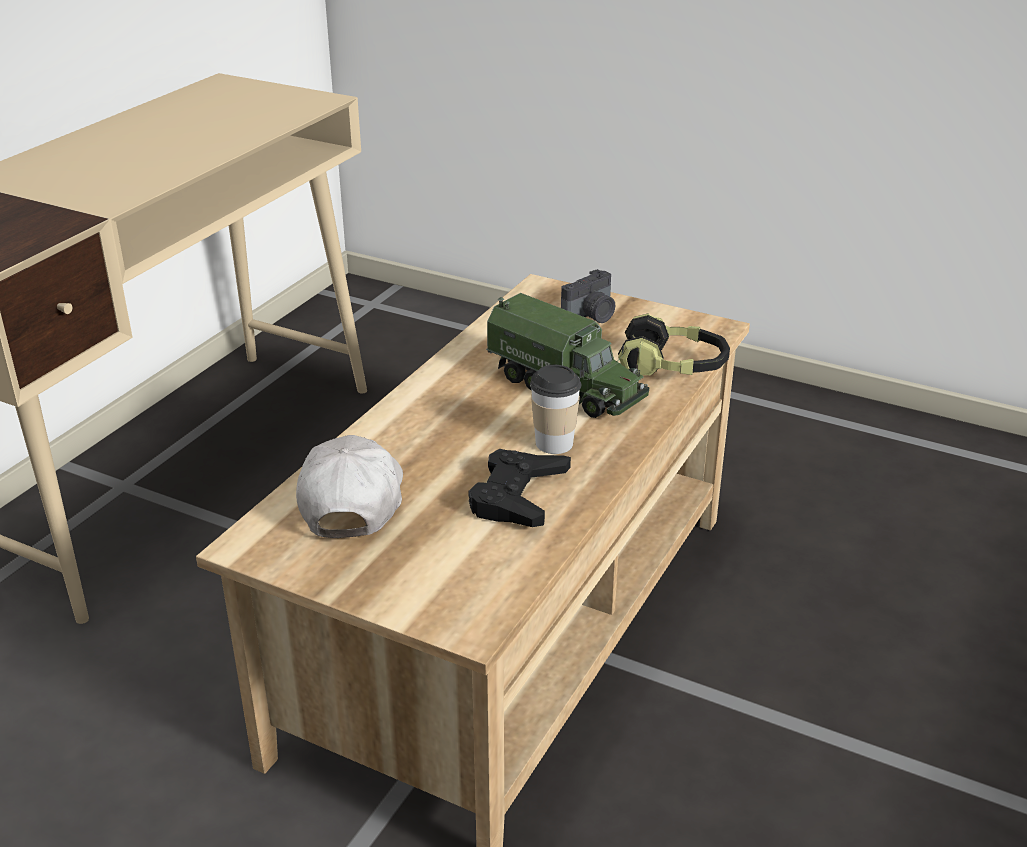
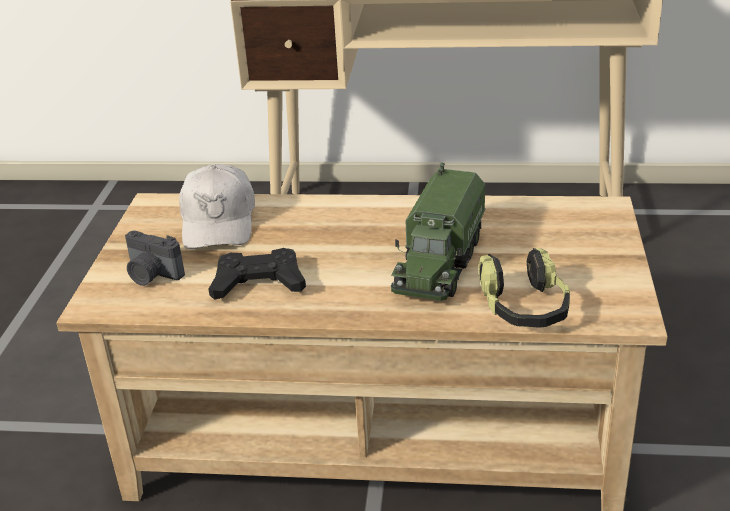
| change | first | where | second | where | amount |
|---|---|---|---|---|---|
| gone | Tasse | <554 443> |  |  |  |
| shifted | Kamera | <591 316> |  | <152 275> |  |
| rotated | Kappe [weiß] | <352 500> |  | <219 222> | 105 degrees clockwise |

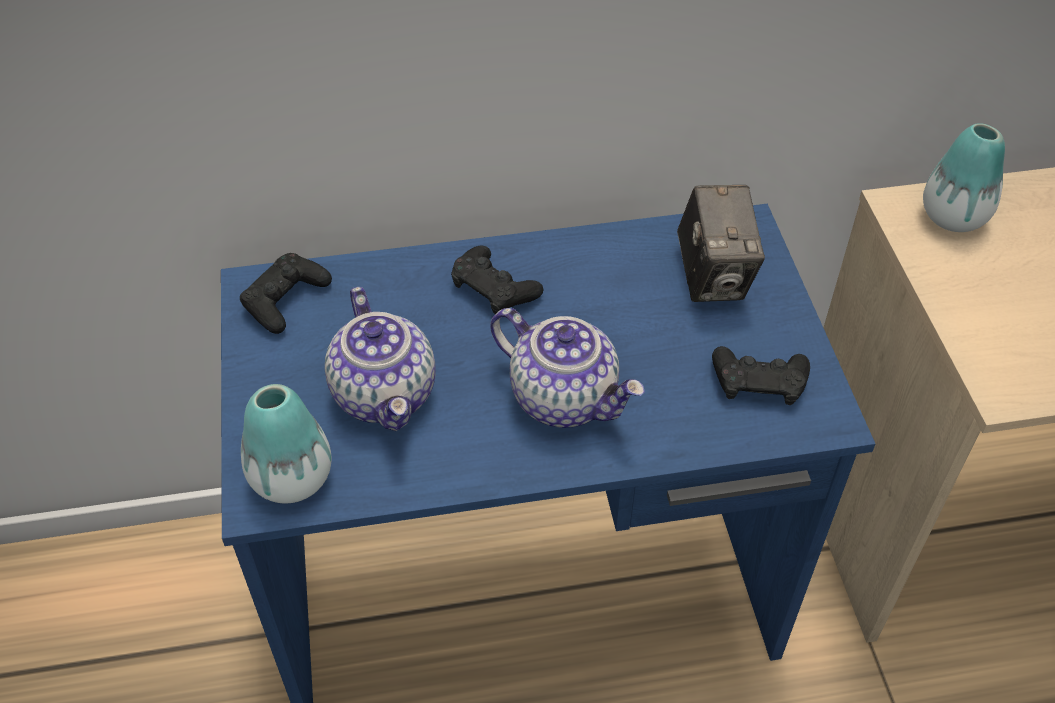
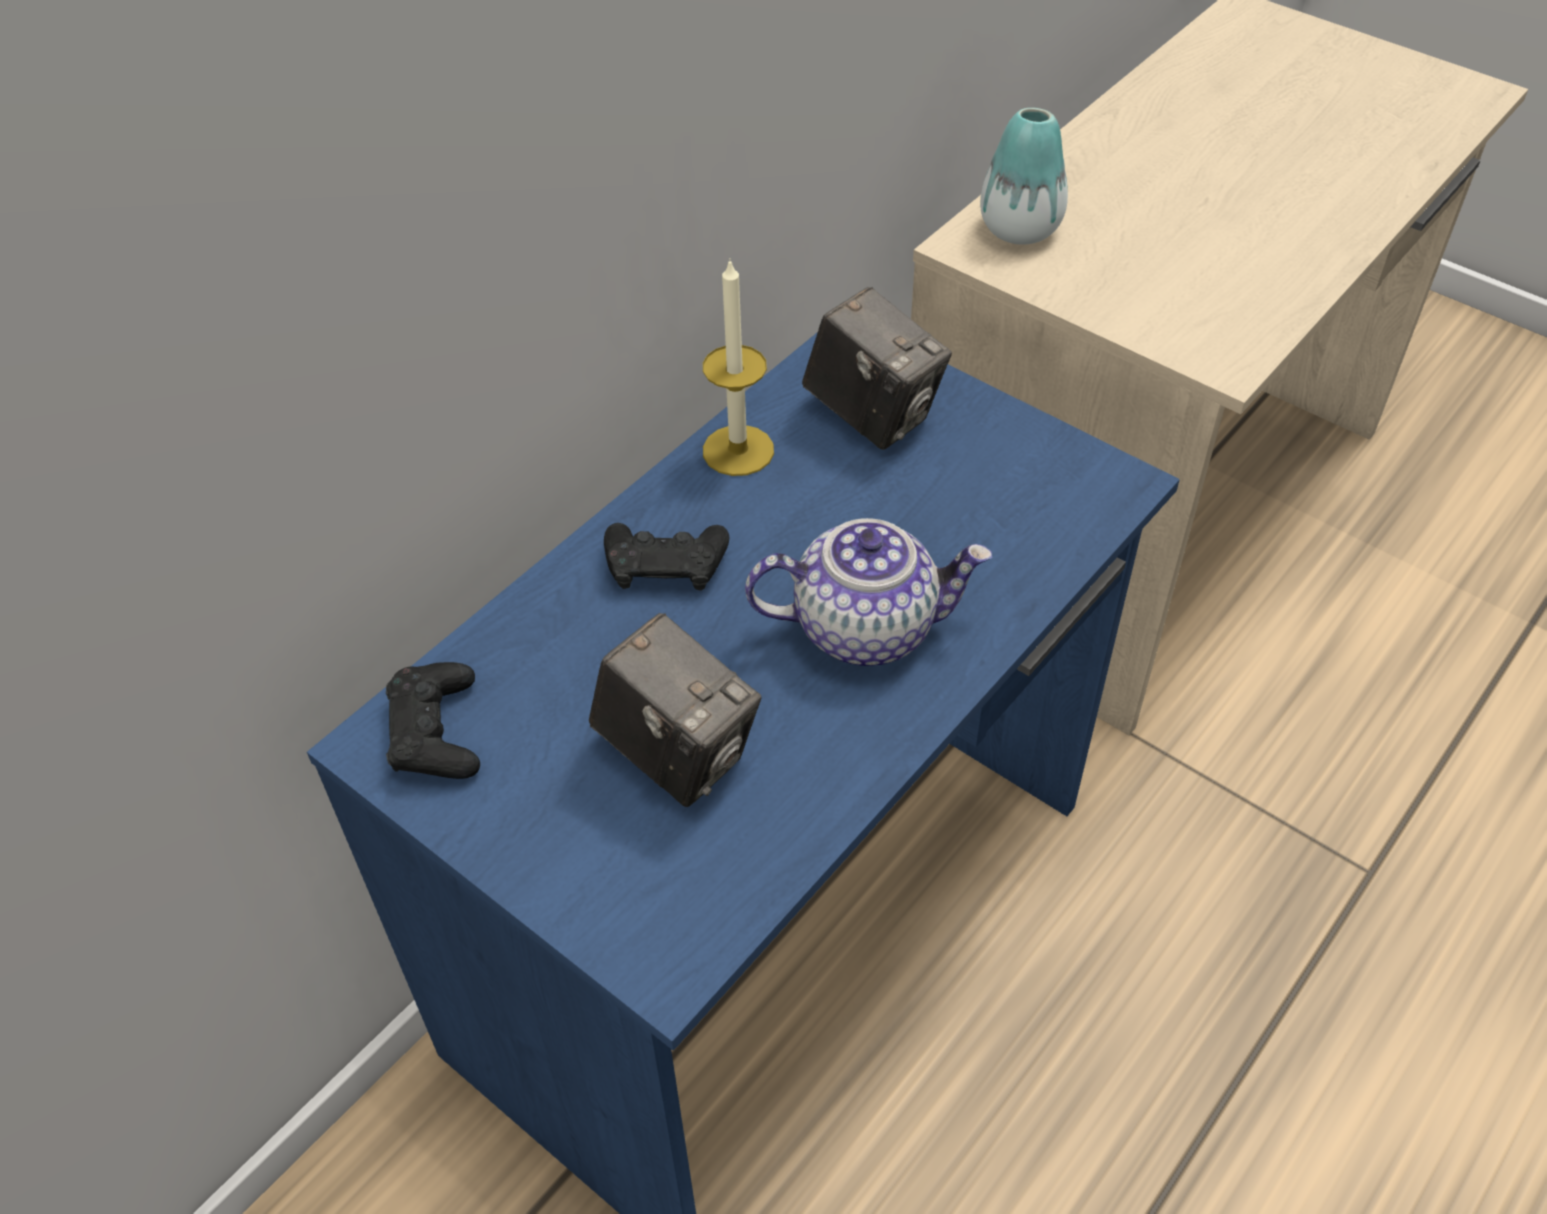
| change | first | where | second | where | amount |
|---|---|---|---|---|---|
| gone | Vase | <292 478> |  |  |  |
| gone | Gamepad [schwarz] | <759 381> |  |  |  |
| new |  |  | Kerze | <738 450> |  |
| swapped | Teekanne | <386 394> | Kamera | <677 753> |  |

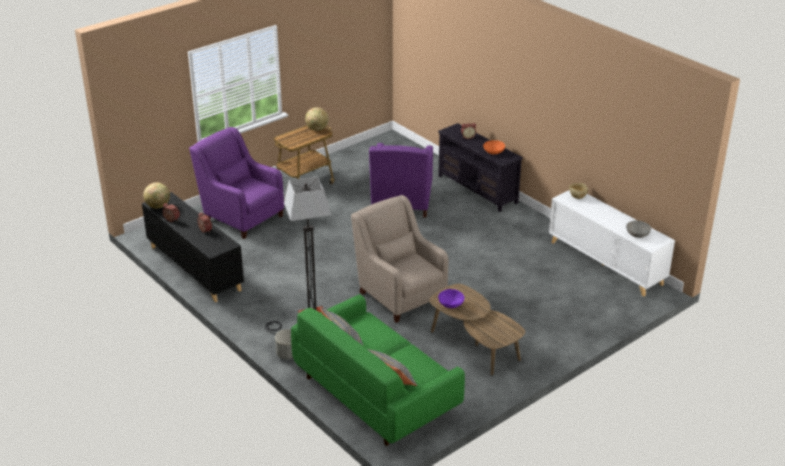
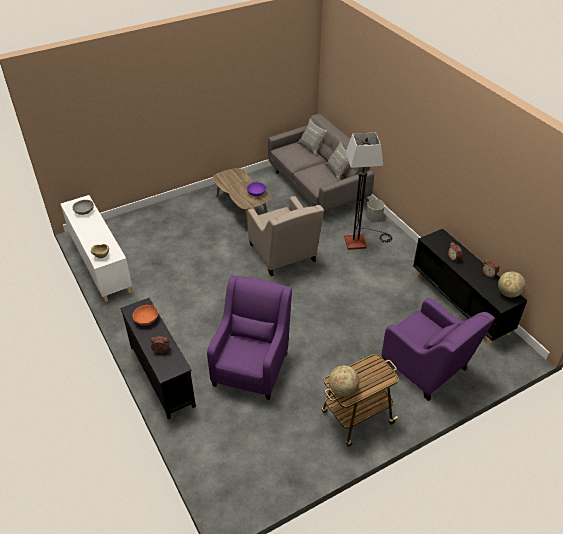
| change | first | where | second | where | amount |
|---|---|---|---|---|---|
| repainted | Sofa [grün] | <376 393> | Sofa [grau] | <317 186> |  |

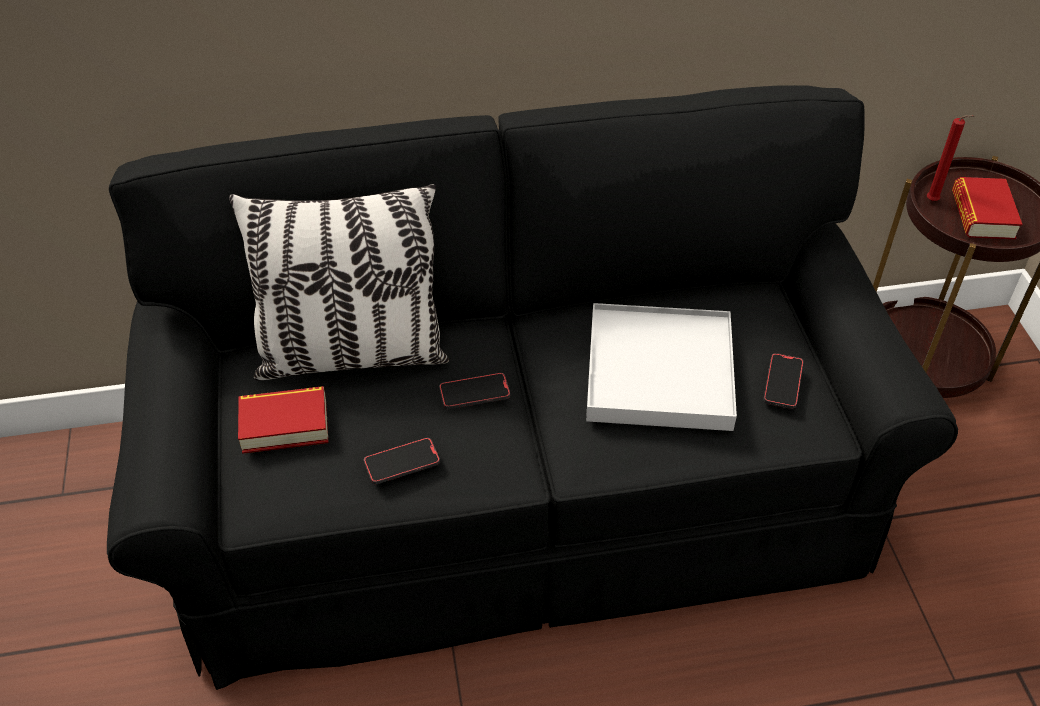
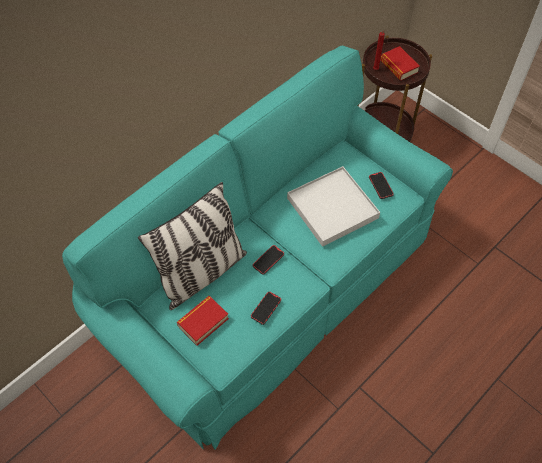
| change | first | where | second | where | amount |
|---|---|---|---|---|---|
| repainted | Sofa [schwarz] | <520 496> | Sofa [türkis] | <270 288> |  |

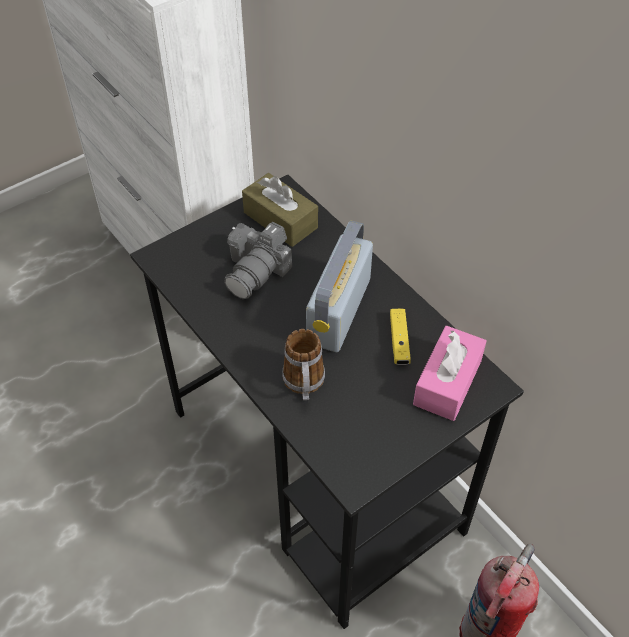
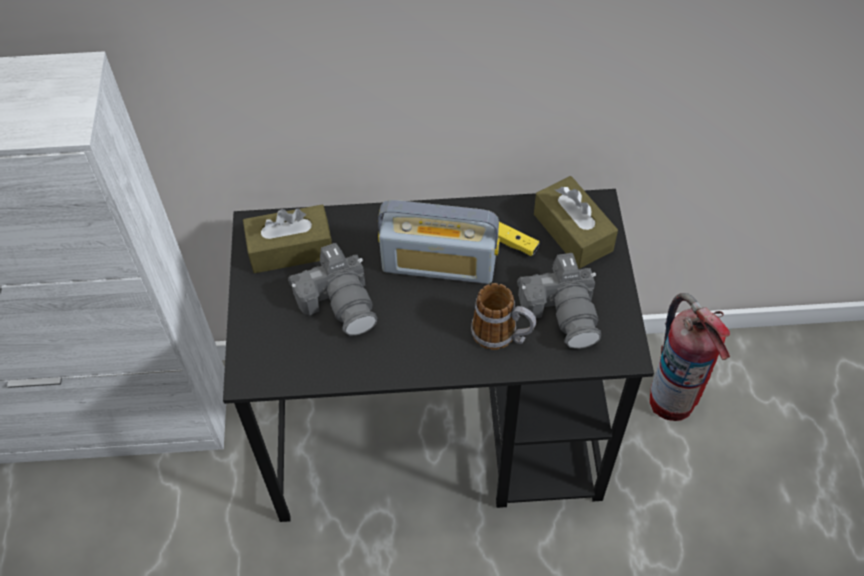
| change | first | where | second | where | amount |
|---|---|---|---|---|---|
| new |  |  | Kamera | <563 311> |  |
| repainted | Taschentuchbox [rosa] | <447 382> | Taschentuchbox [braun] | <573 232> |  |
| rotated | Radio | <339 311> |  | <439 264> | 45 degrees counterclockwise |

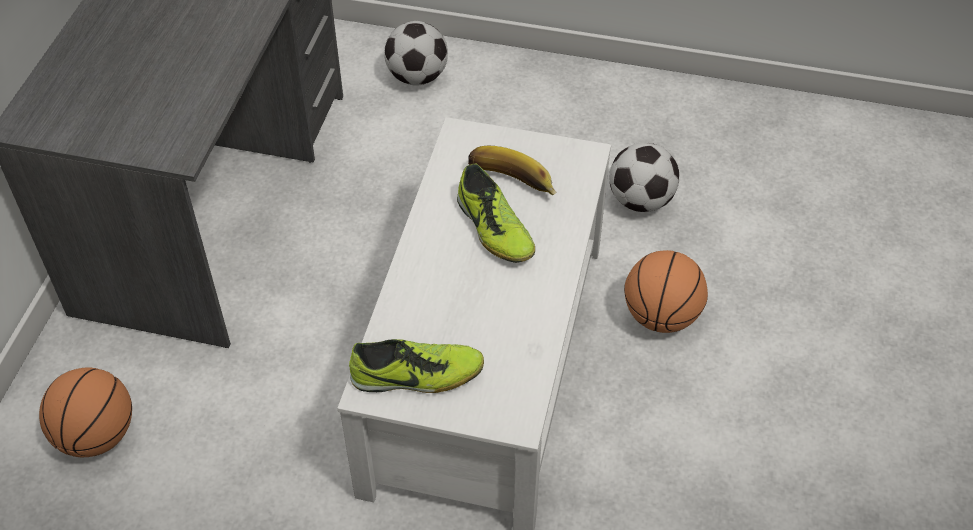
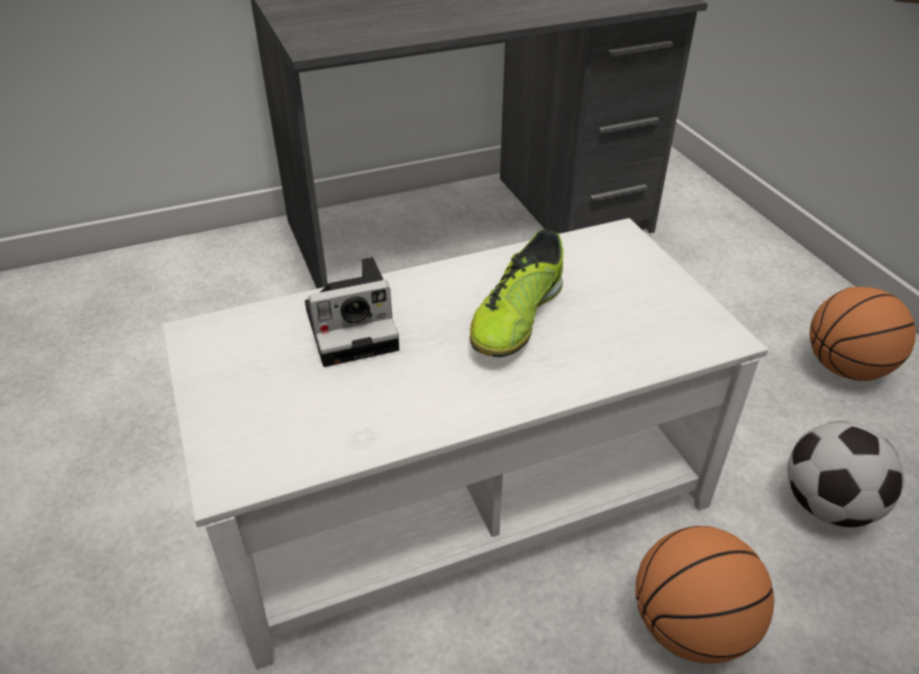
| change | first | where | second | where | amount |
|---|---|---|---|---|---|
| gone | Schuh | <417 376> |  |  |  |
| gone | Fußball | <417 77> |  |  |  |
| gone | Banane | <510 184> |  |  |  |
| new |  |  | Kamera | <355 327> |  |
| shifted | Basketball | <97 435> |  | <845 368> |  |

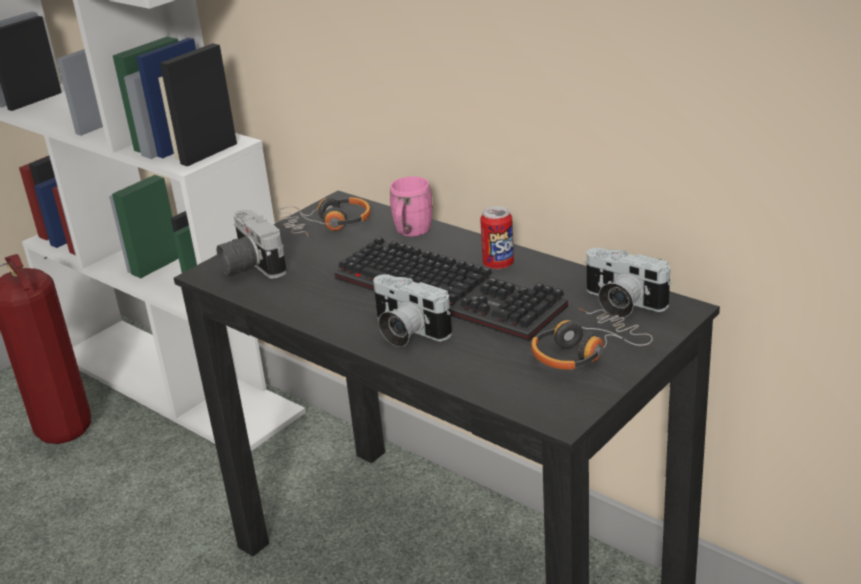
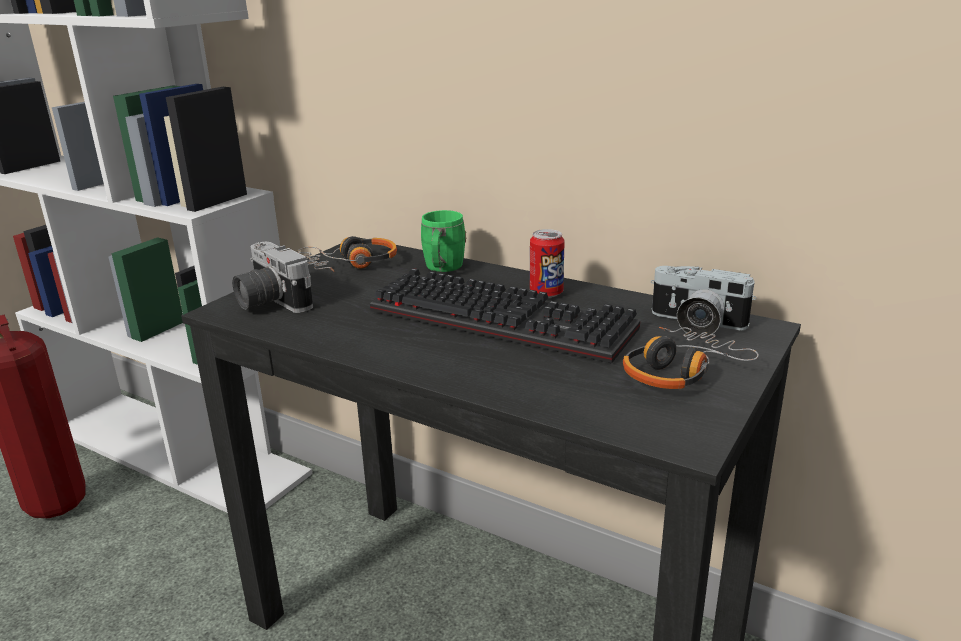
| change | first | where | second | where | amount |
|---|---|---|---|---|---|
| gone | Kamera | <406 332> |  |  |  |
| repainted | Henkelbecher [rosa] | <411 233> | Henkelbecher [grün] | <442 269> |  |

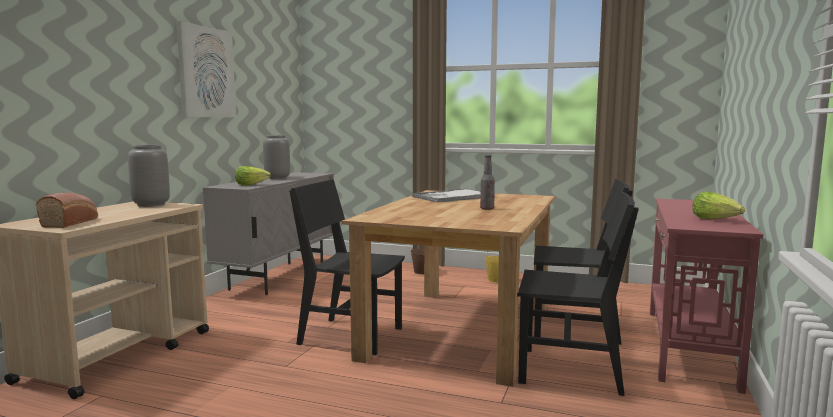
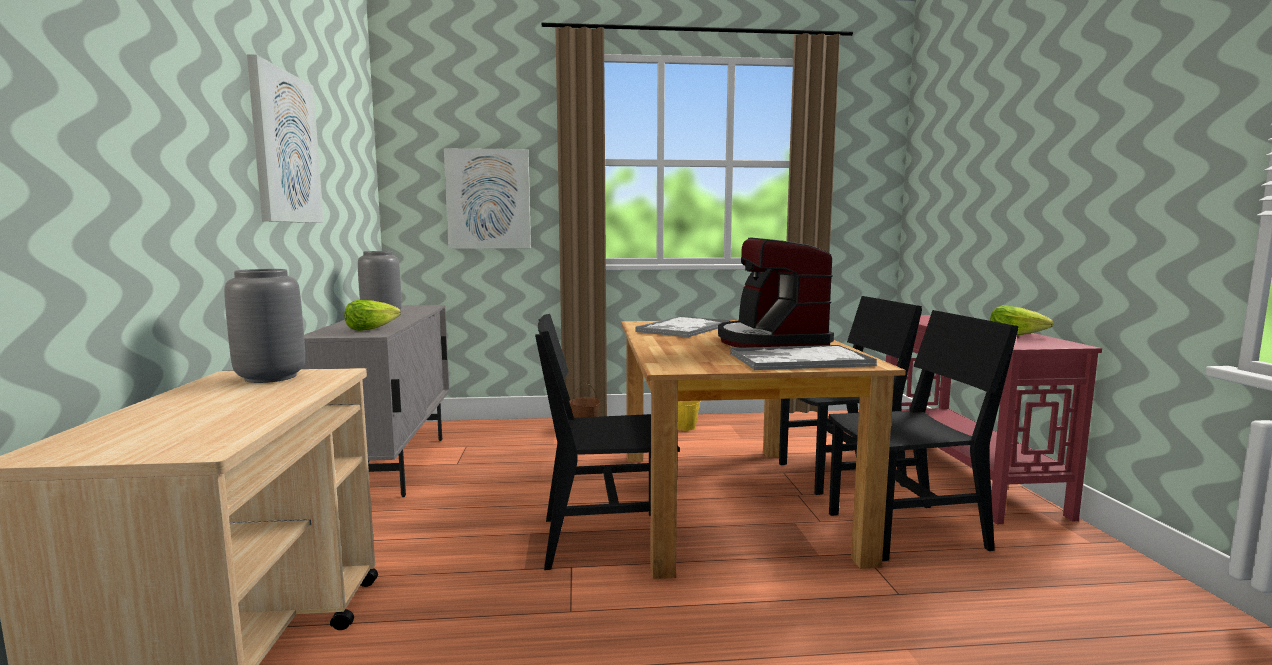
| change | first | where | second | where | amount |
|---|---|---|---|---|---|
| gone | Brot | <71 222> |  |  |  |
| new |  |  | Bild | <488 199> |  |
| new |  |  | Tablett | <798 360> |  |
| swapped | Flasche | <487 209> | Kaffeemaschine | <770 341> |  |

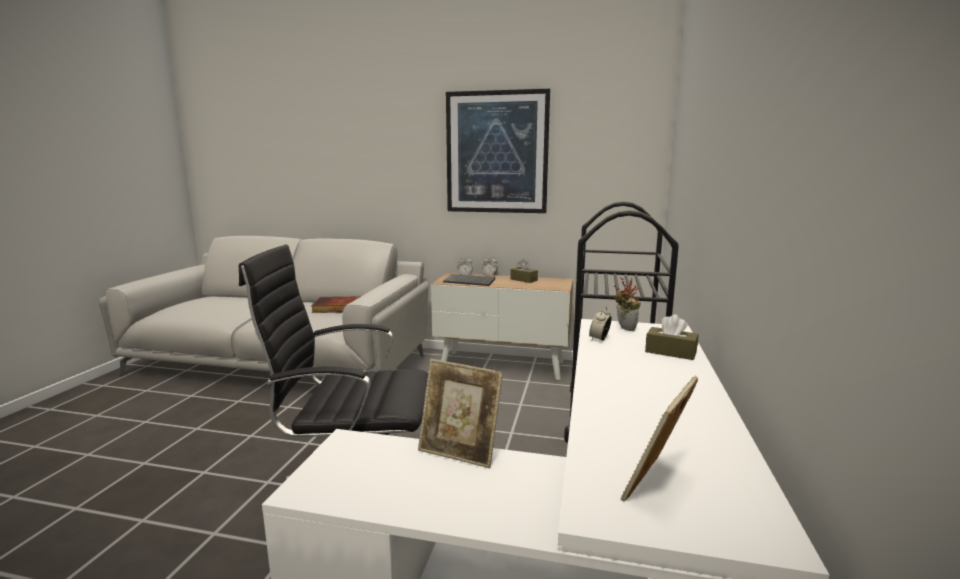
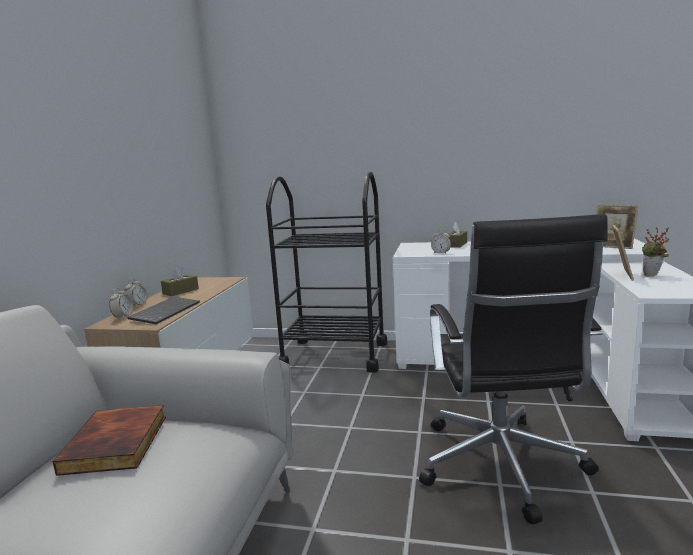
| change | first | where | second | where | amount |
|---|---|---|---|---|---|
| gone | Bild | <496 153> |  |  |  |
| shifted | Topfpflanze | <624 328> |  | <652 275> |  |

